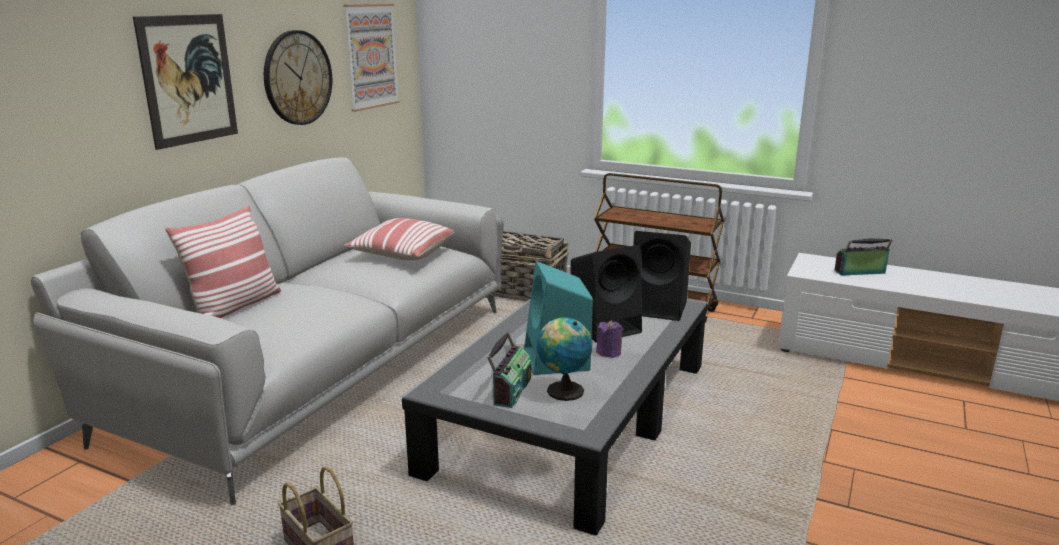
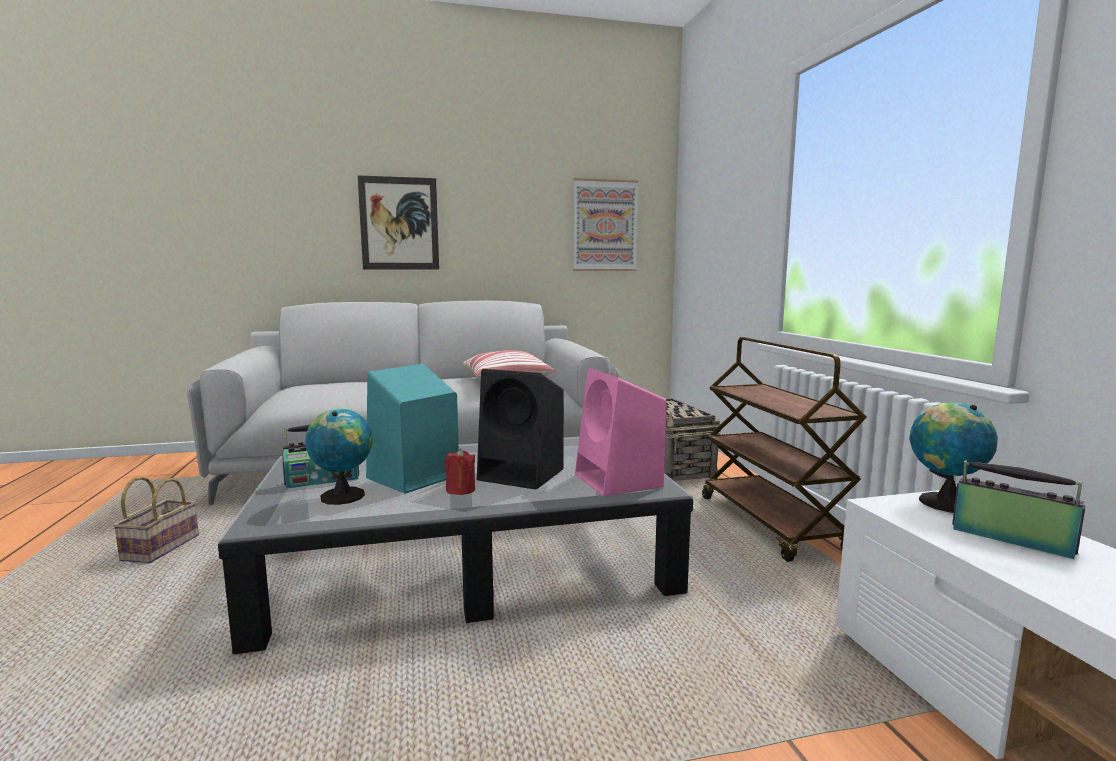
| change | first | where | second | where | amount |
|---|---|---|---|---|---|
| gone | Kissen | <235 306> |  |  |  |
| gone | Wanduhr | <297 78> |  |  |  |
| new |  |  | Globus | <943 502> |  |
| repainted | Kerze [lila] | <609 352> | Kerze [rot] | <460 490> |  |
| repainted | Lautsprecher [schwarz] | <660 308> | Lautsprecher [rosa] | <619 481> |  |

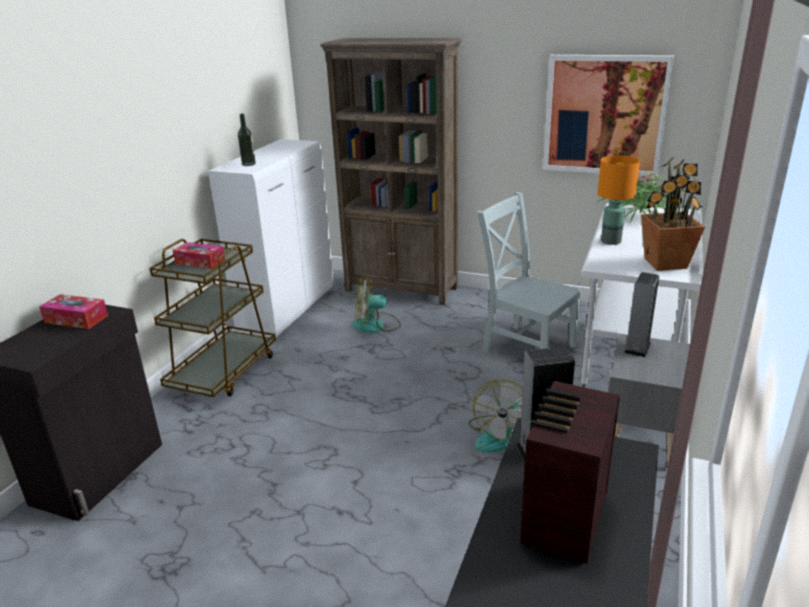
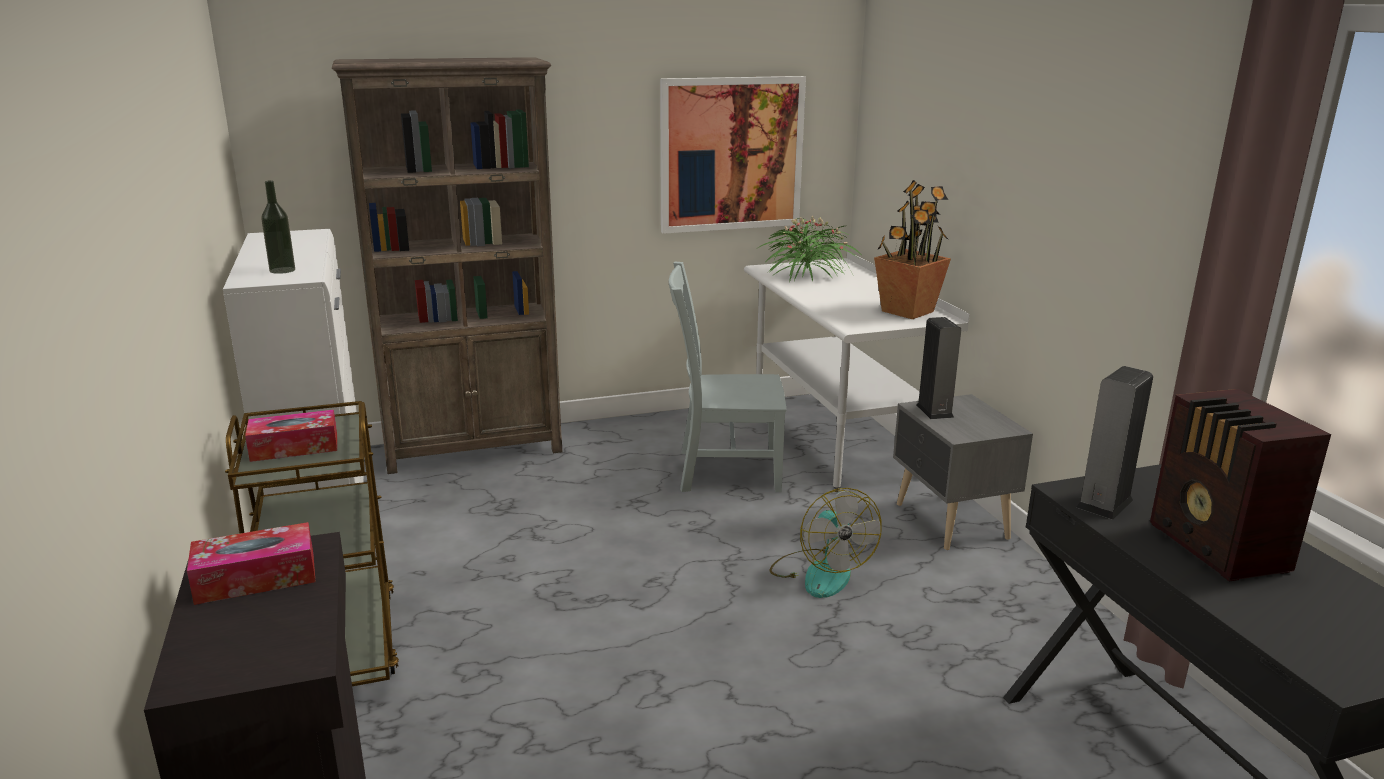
| change | first | where | second | where | amount |
|---|---|---|---|---|---|
| gone | Ventilator | <376 325> |  |  |  |
| gone | Tischlampe [orange] | <610 241> |  |  |  |

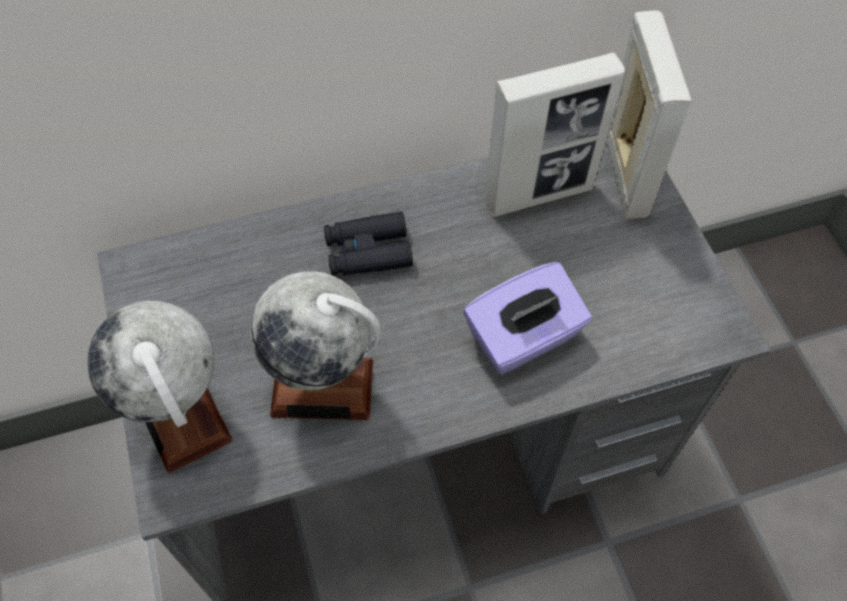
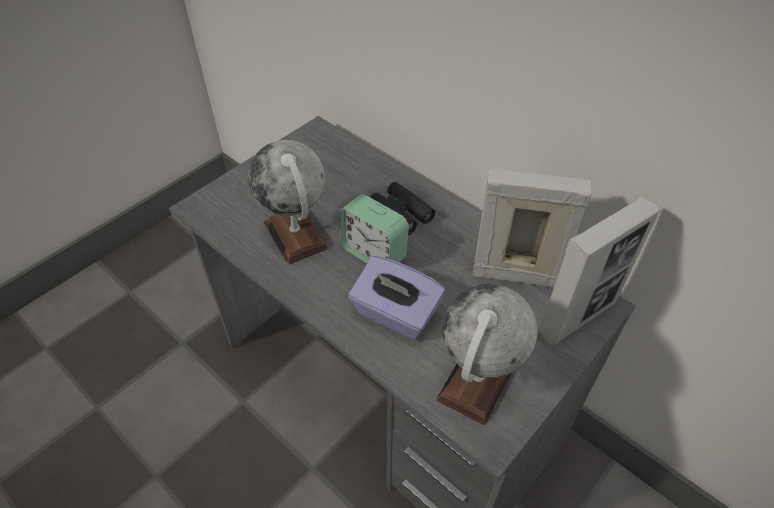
| change | first | where | second | where | amount |
|---|---|---|---|---|---|
| new |  |  | Wecker | <374 253> |  |
| shifted | Globus | <182 416> |  | <477 382> |  |
| rotated | Bilderrahmen | <538 195> |  | <515 276> | 150 degrees clockwise |

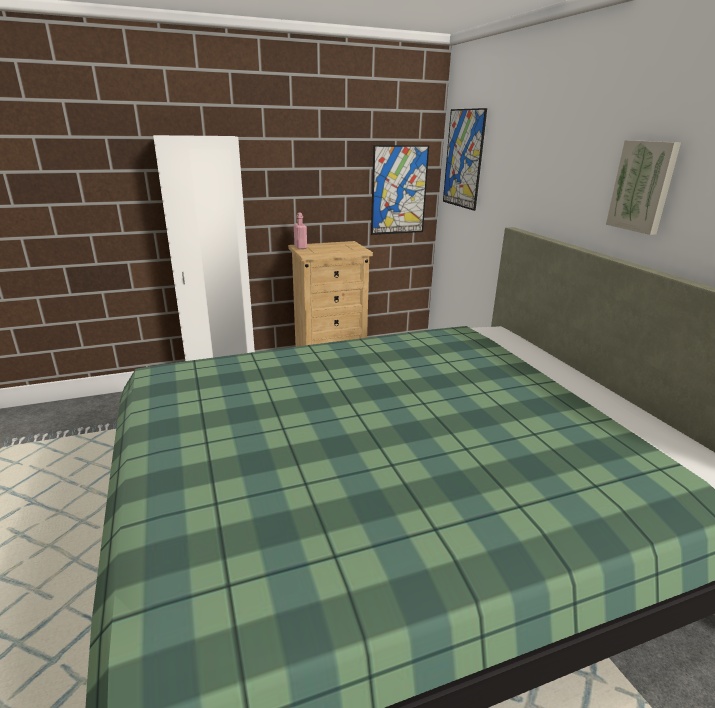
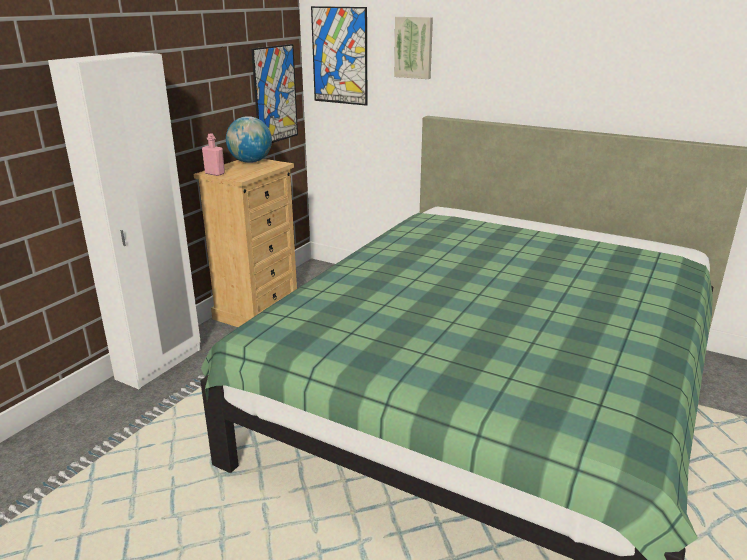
| change | first | where | second | where | amount |
|---|---|---|---|---|---|
| new |  |  | Globus | <250 162> |  |
| shifted | Bild | <643 186> |  | <414 47> |  |

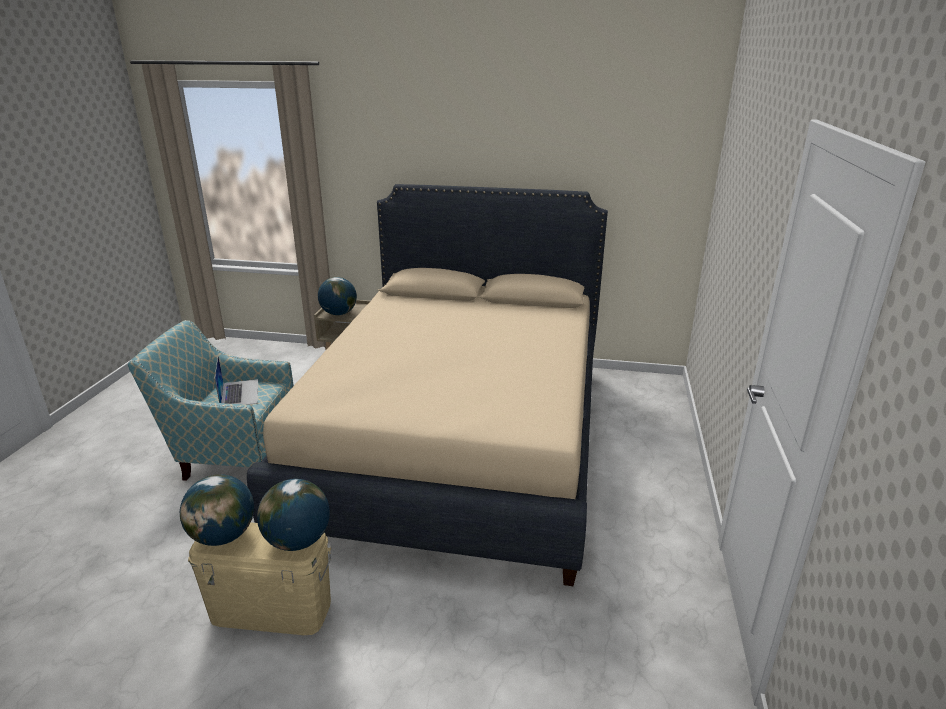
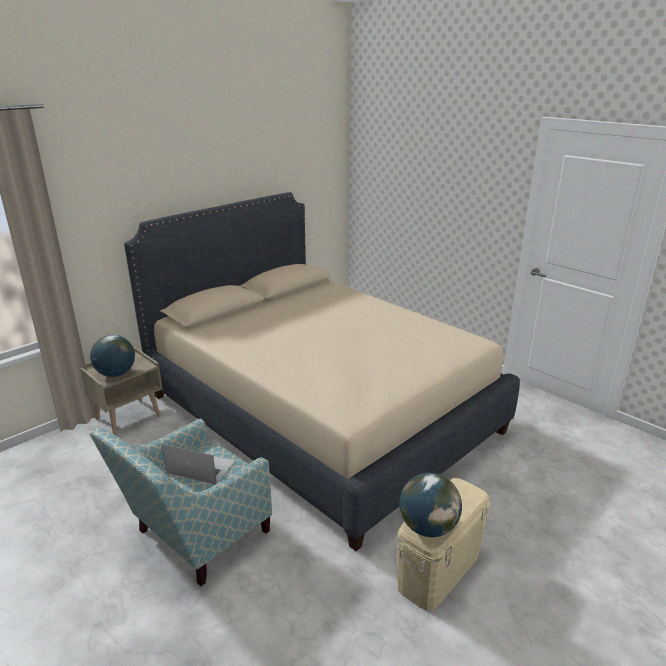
| change | first | where | second | where | amount |
|---|---|---|---|---|---|
| gone | Globus | <298 541> |  |  |  |

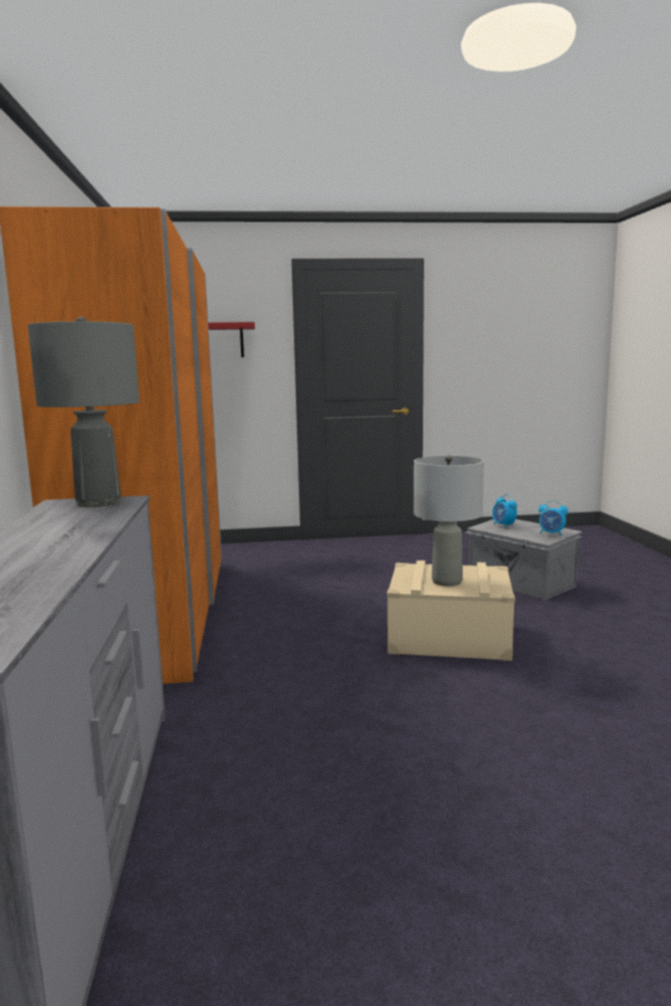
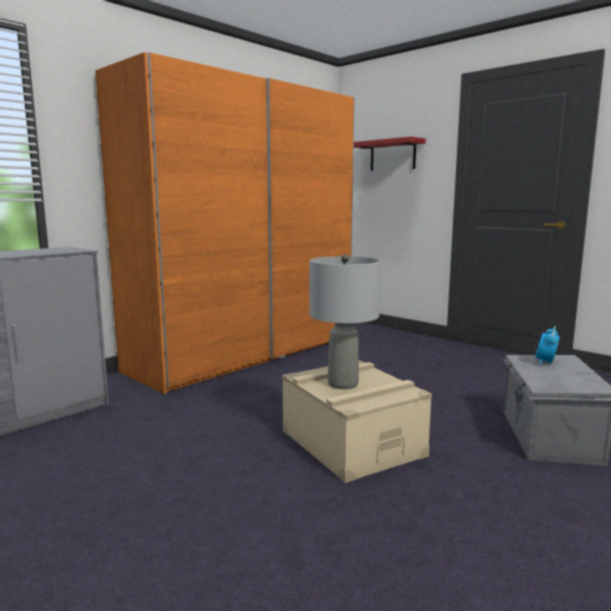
| change | first | where | second | where | amount |
|---|---|---|---|---|---|
| gone | Tischlampe [grau] | <97 503> |  |  |  |
| gone | Wecker | <551 534> |  |  |  |

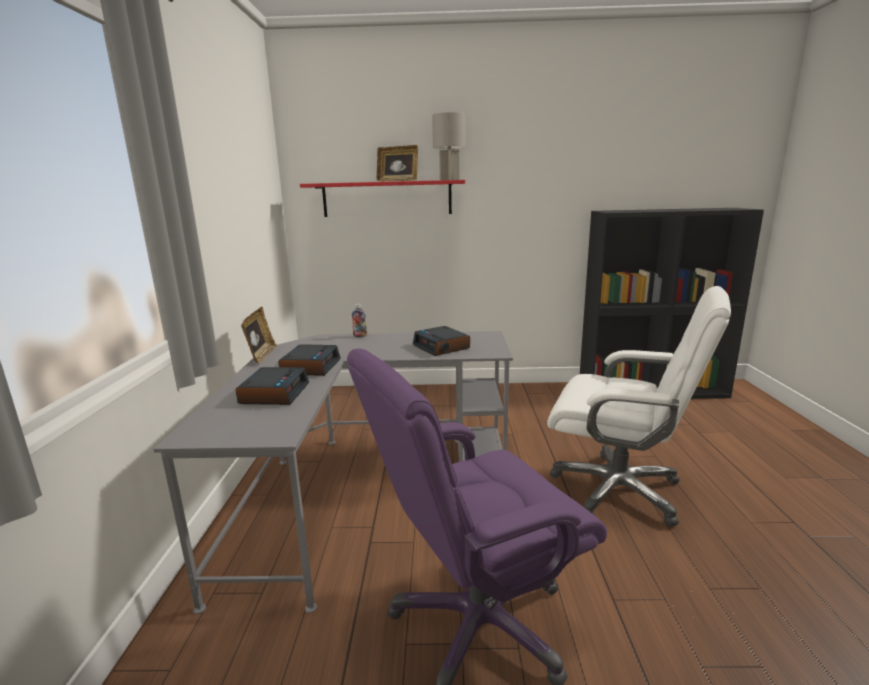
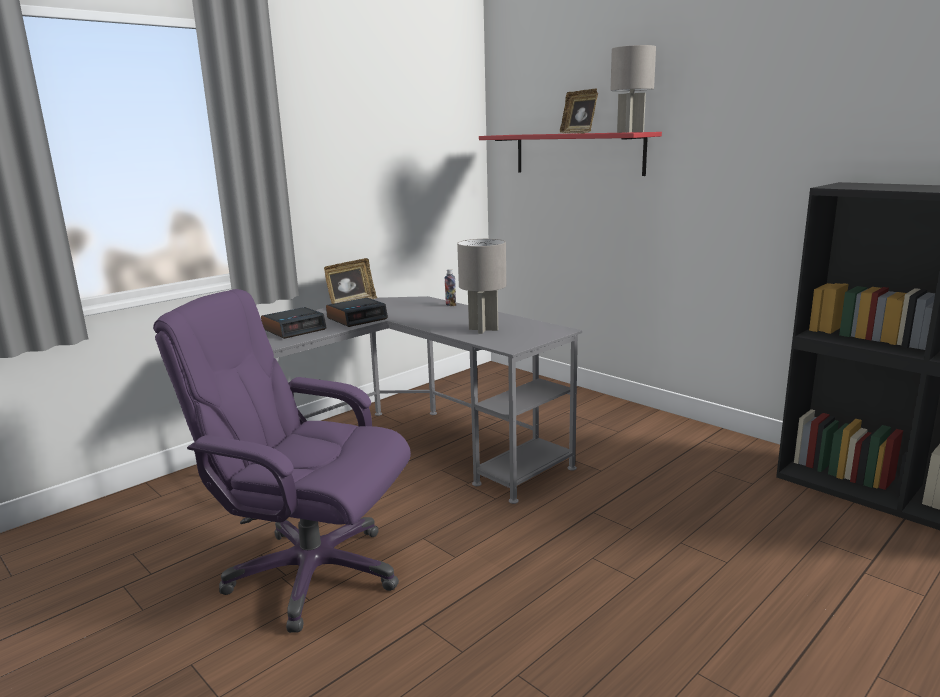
| change | first | where | second | where | amount |
|---|---|---|---|---|---|
| gone | Bürostuhl [weiß] | <618 490> |  |  |  |
| swapped | Wecker | <442 347> | Tischlampe [grau] | <483 329> |  |

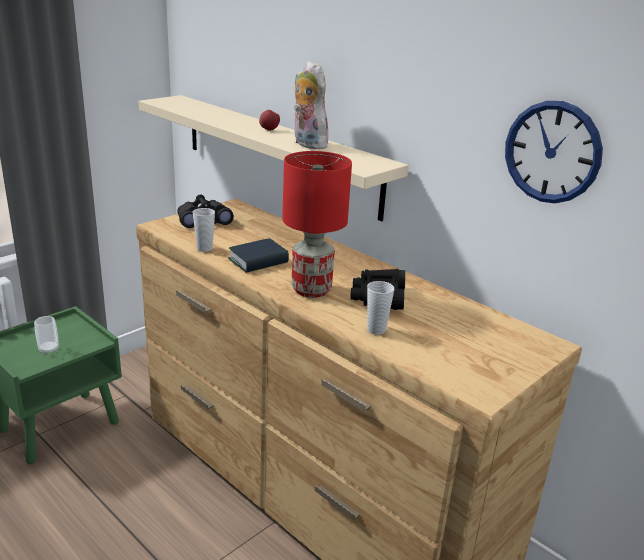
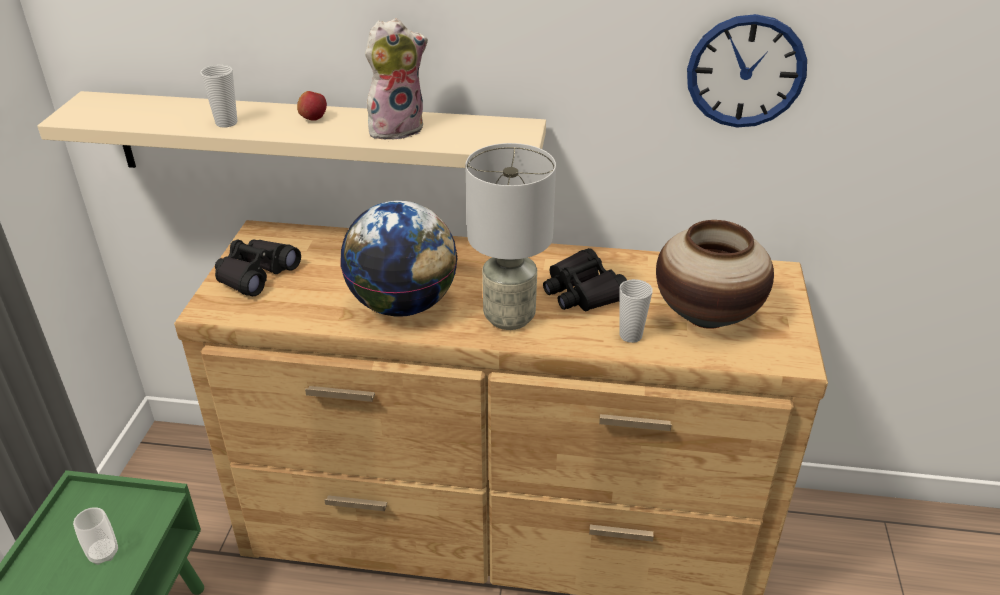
| change | first | where | second | where | amount |
|---|---|---|---|---|---|
| new |  |  | Vase | <705 315> |  |
| shifted | Tasse | <204 248> |  | <226 123> |  |
| swapped | Buch | <258 261> | Globus | <403 305> |  |
| repainted | Tischlampe [rot] | <311 290> | Tischlampe [grau] | <510 318> |  |
| rotated | Plüschtier | <307 144> |  | <397 128> | 135 degrees clockwise |

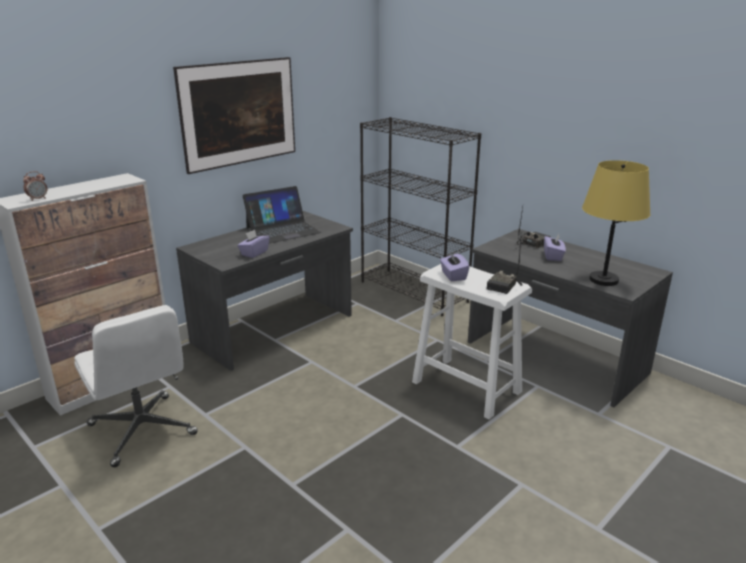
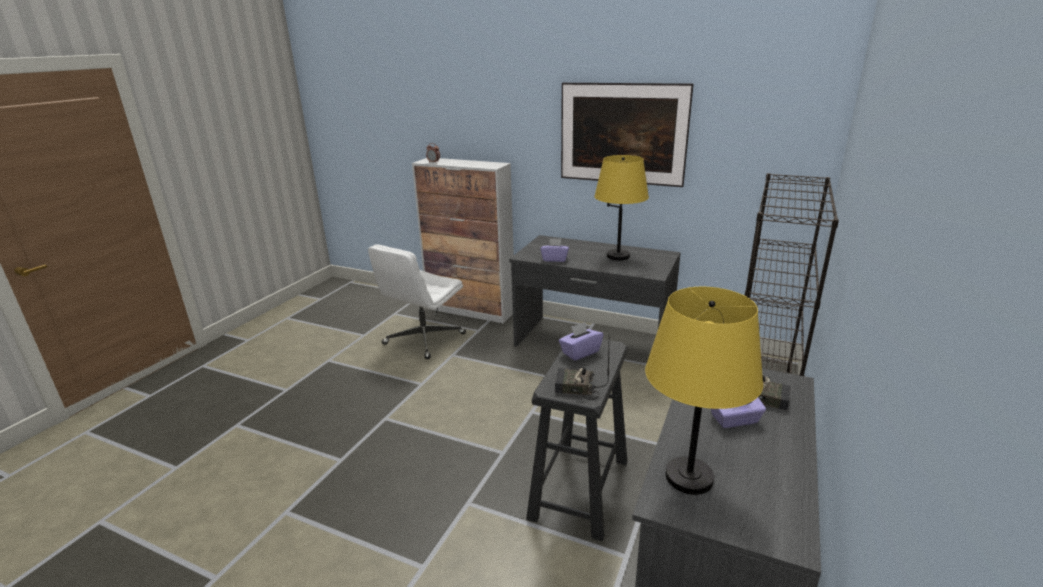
| change | first | where | second | where | amount |
|---|---|---|---|---|---|
| swapped | Laptop | <282 230> | Tischlampe [gelb] | <618 256> |  |
| repainted | Hocker [weiß] | <465 386> | Hocker [schwarz] | <580 488> |  |

